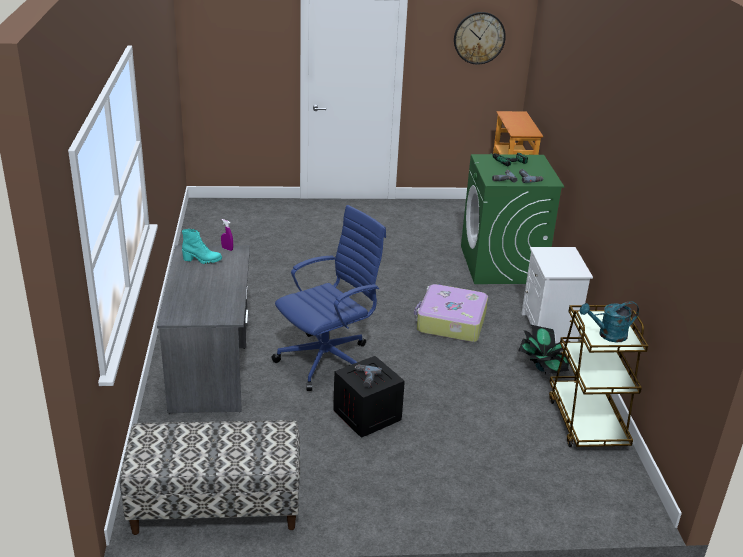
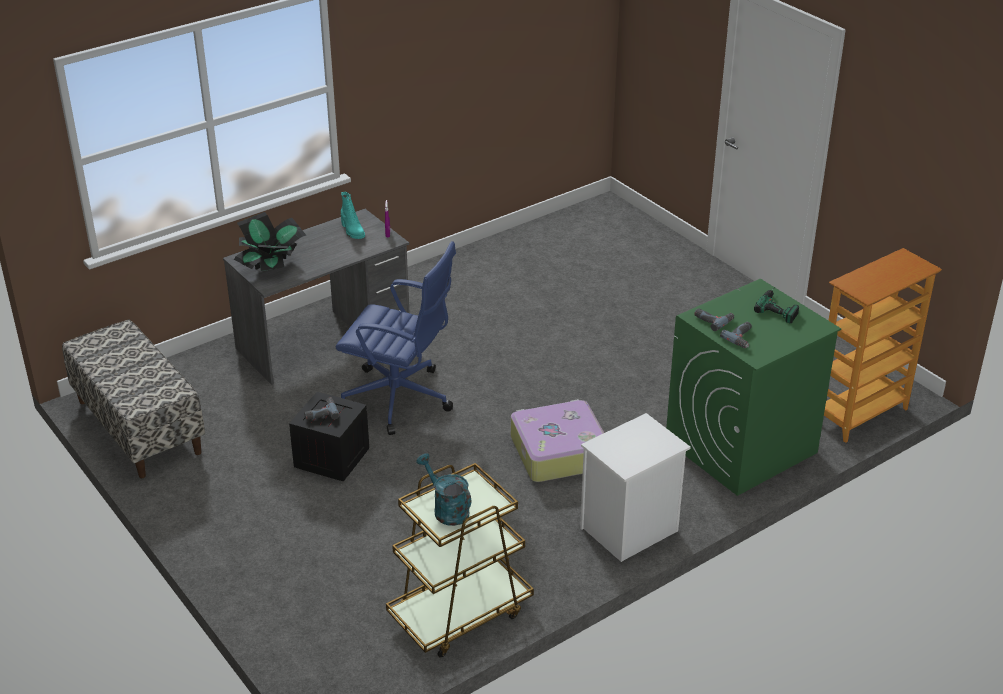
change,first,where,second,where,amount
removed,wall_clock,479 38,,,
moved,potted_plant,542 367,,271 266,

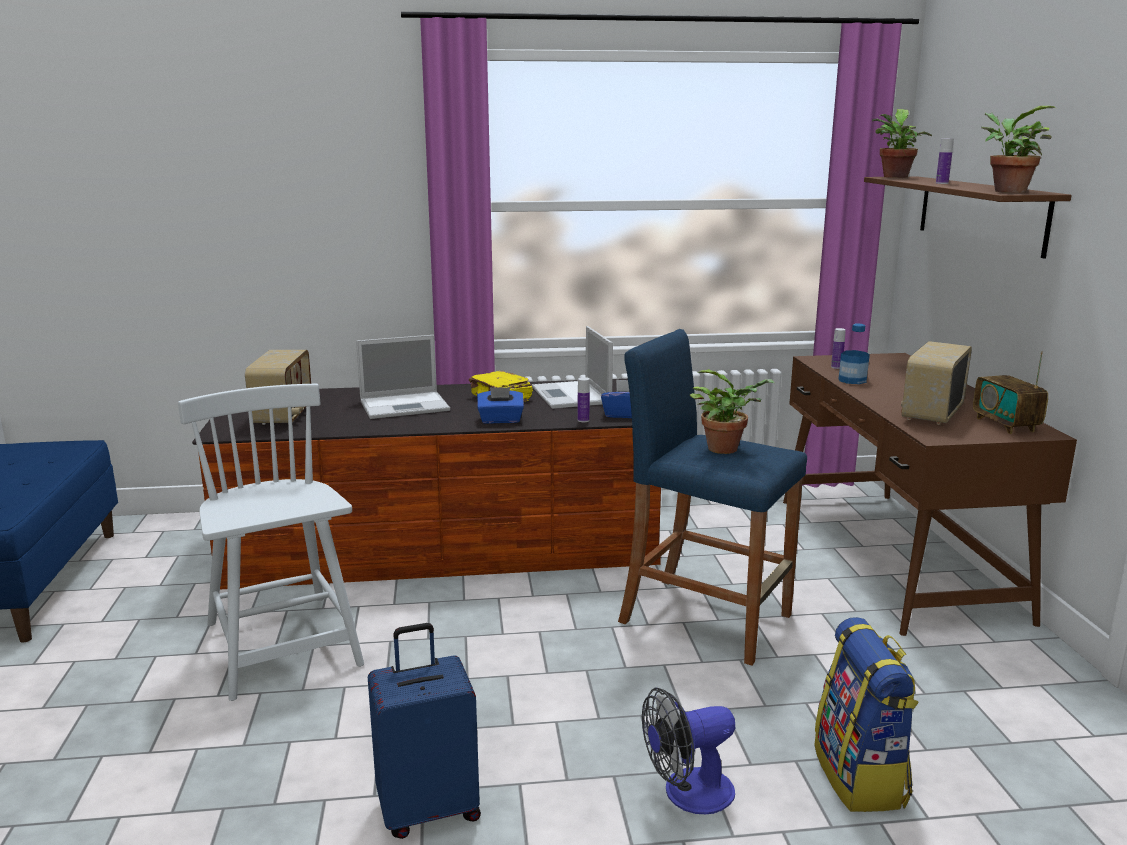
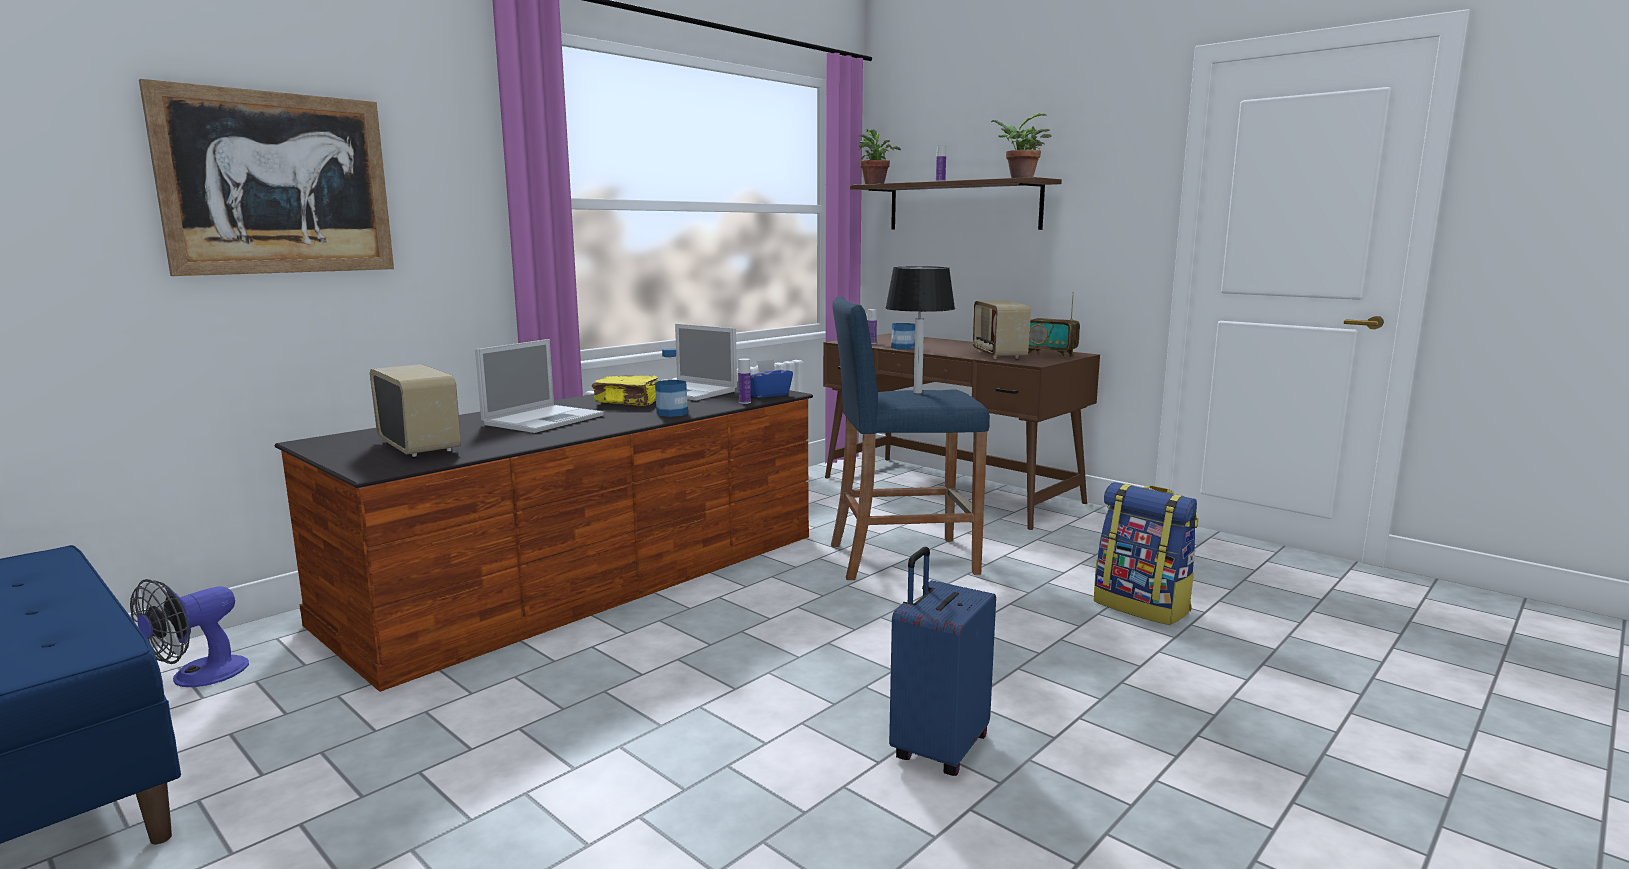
change,first,where,second,where,amount
removed,white_chair,283 646,,,
replaced,blue_tissue_box,500 420,bottle,672 413,
moved,fan,687 794,,198 677,
replaced,potted_plant,727 449,black_table_lamp,918 392,
added,,,picture,278 184,

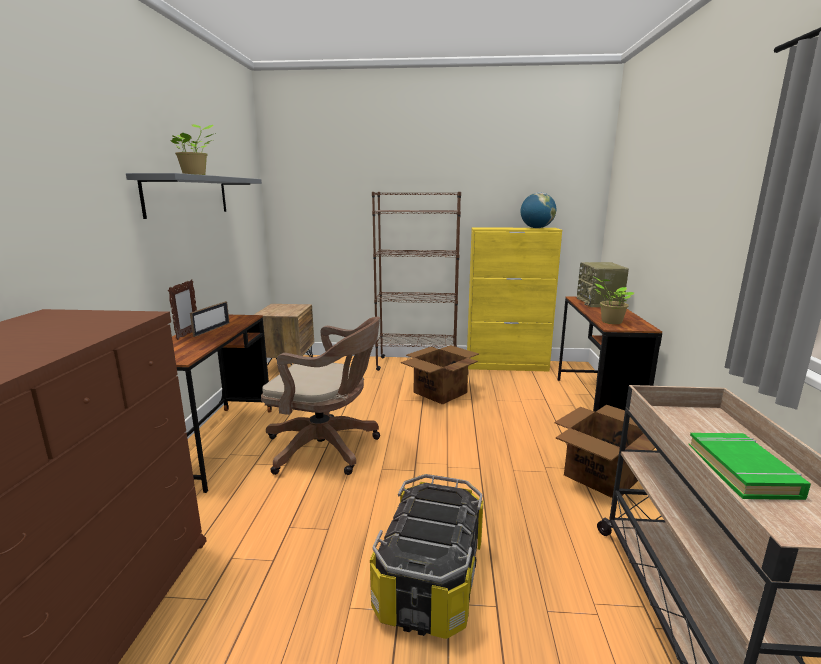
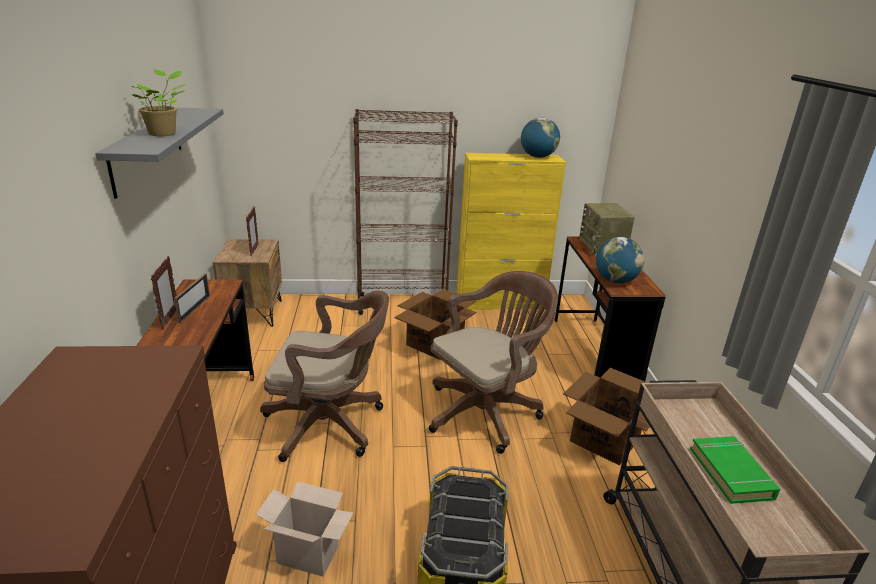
change,first,where,second,where,amount
replaced,potted_plant,609 321,globe,615 281,
added,,,picture_frame,254 250,
added,,,cardboard_box,310 554,
added,,,brown_office_chair,486 411,

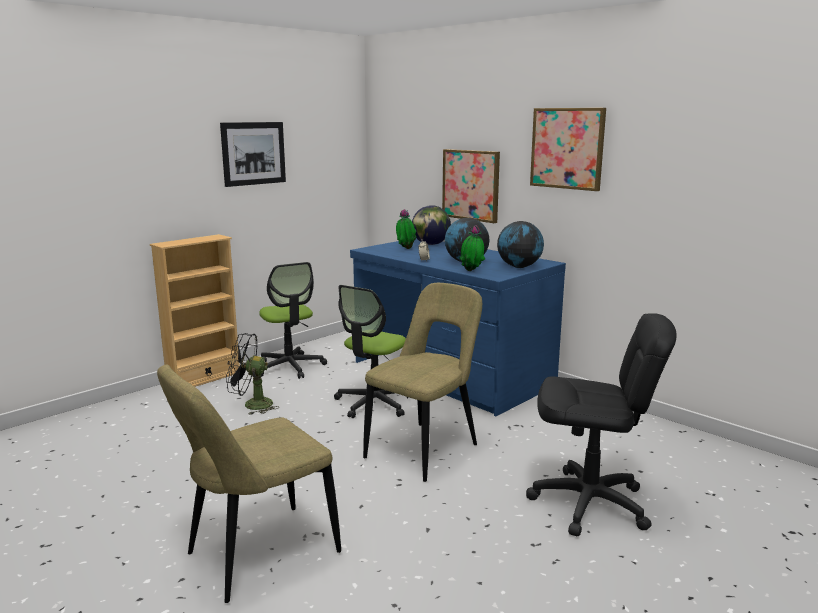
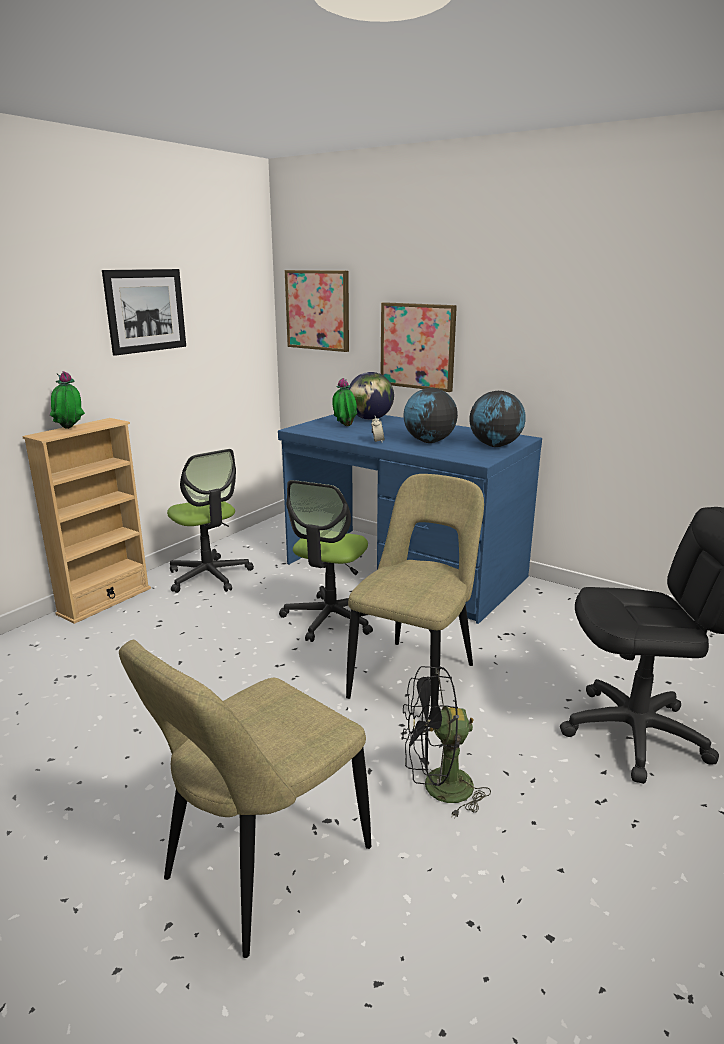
change,first,where,second,where,amount
moved,black_fan,251 405,,437 789,
moved,potted_plant,471 271,,69 429,
moved,picture,567 148,,318 310,

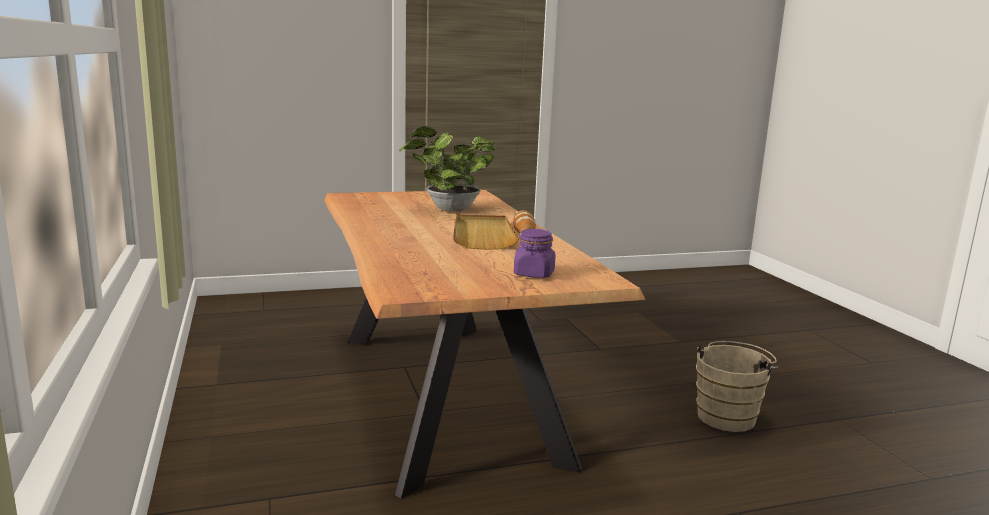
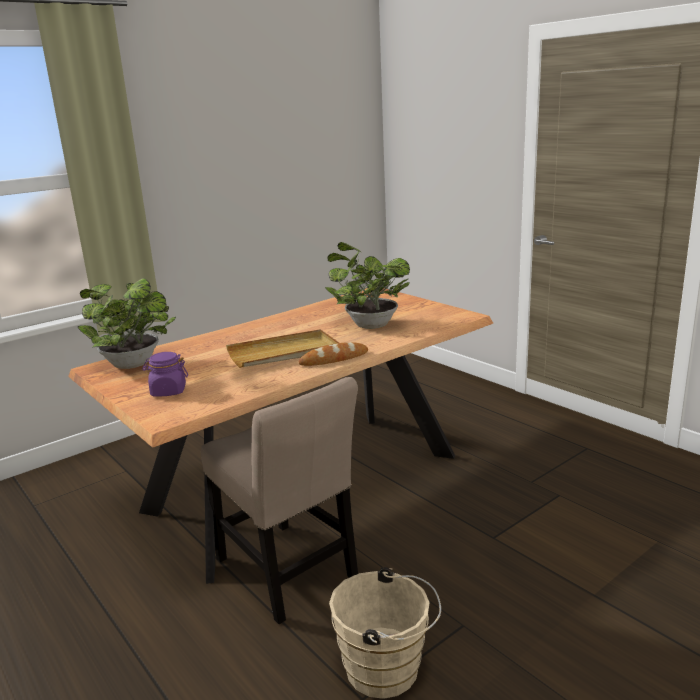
change,first,where,second,where,amount
added,,,potted_plant,135 365,
added,,,beige_chair,288 573,

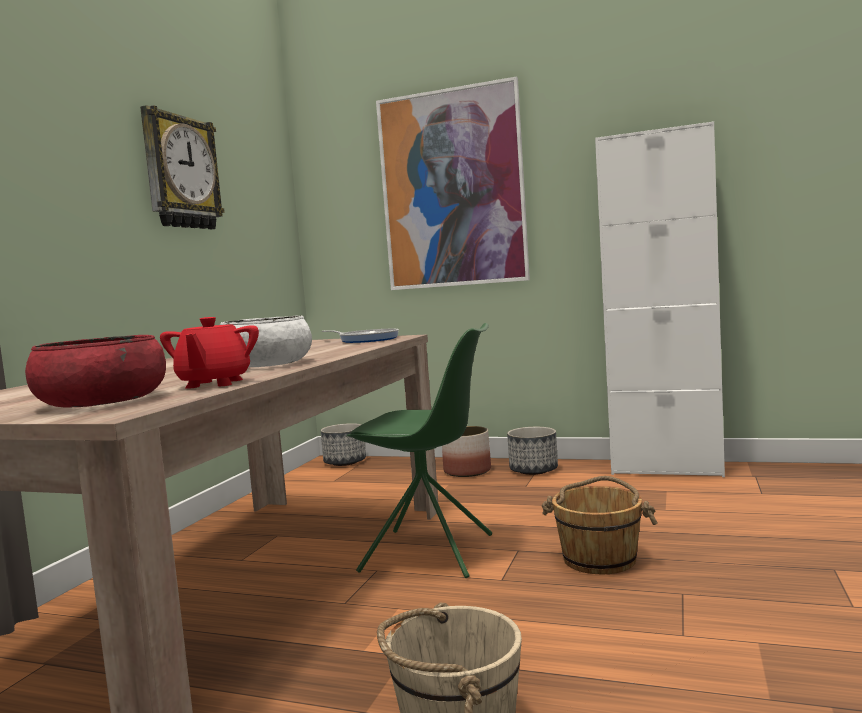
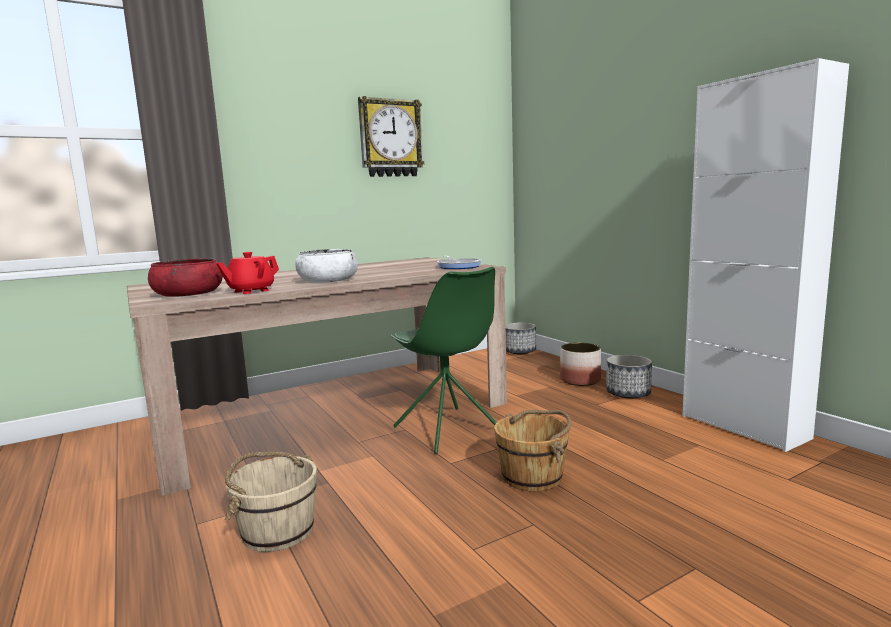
change,first,where,second,where,amount
removed,picture,452 189,,,

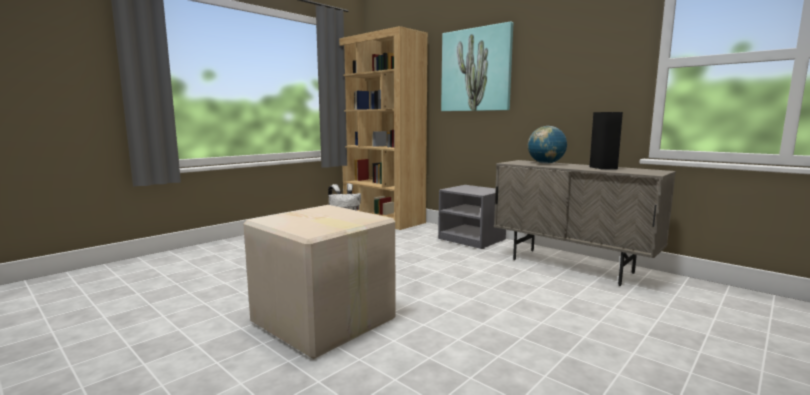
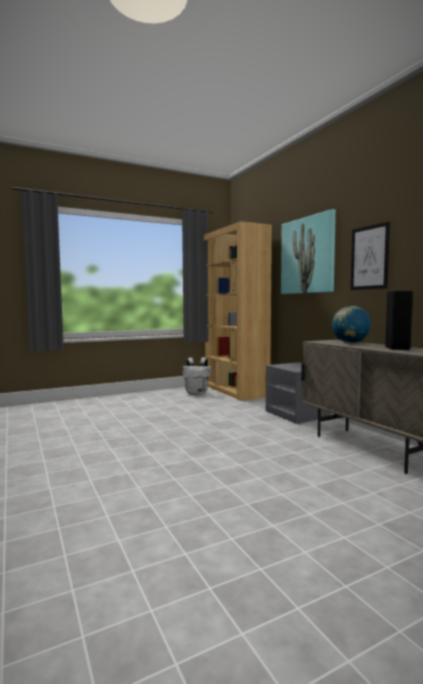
change,first,where,second,where,amount
removed,cardboard_box,323 321,,,
added,,,picture,369 257,

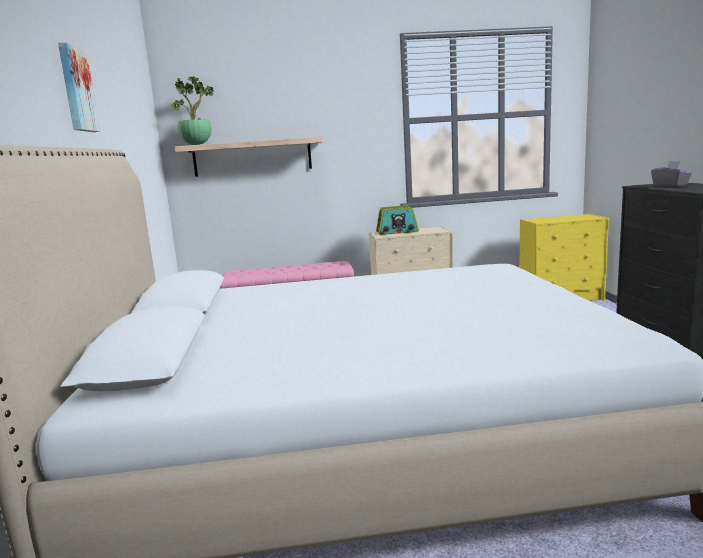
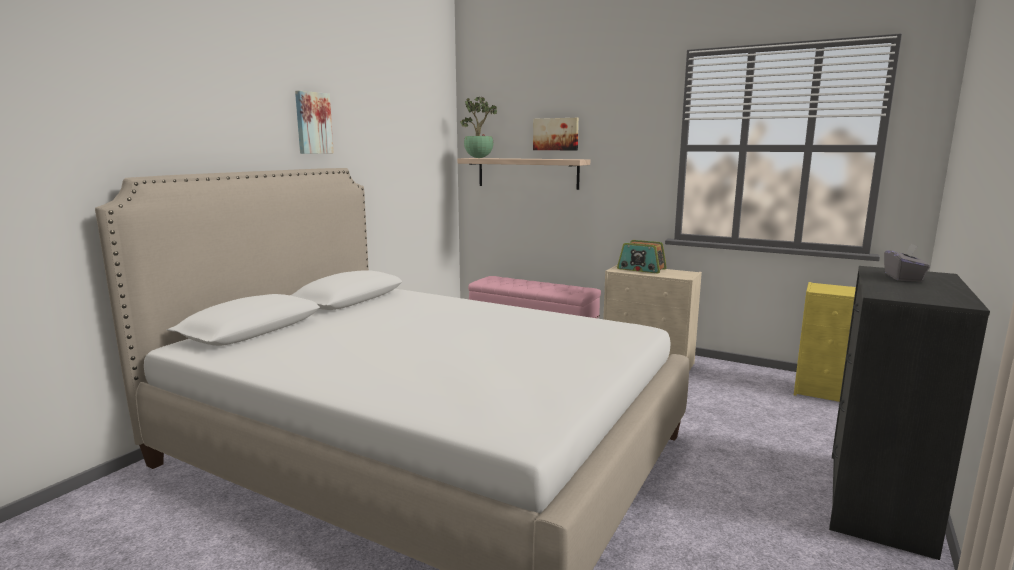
change,first,where,second,where,amount
added,,,picture,556 134,

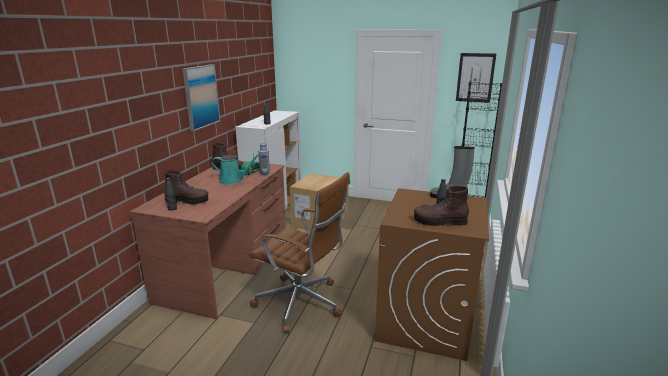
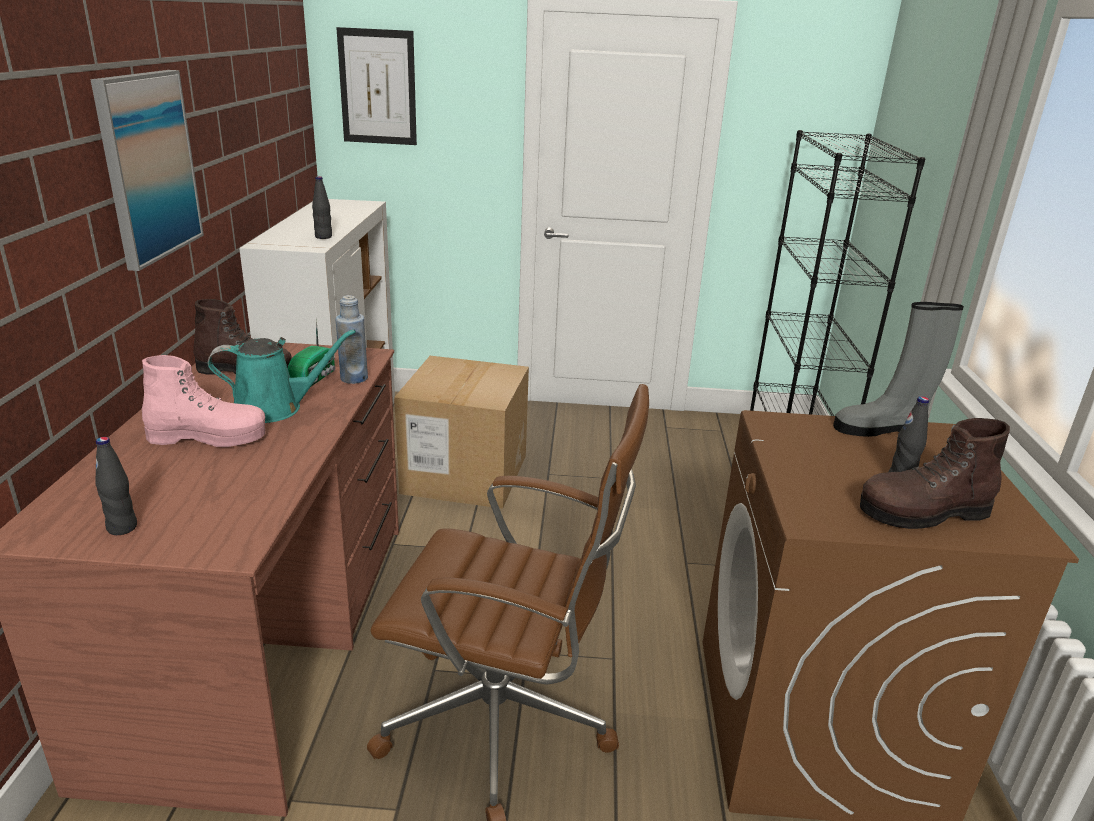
change,first,where,second,where,amount
removed,brown_boot,187 201,,,
moved,picture,475 77,,378 87,
added,,,pink_boot,208 437,

